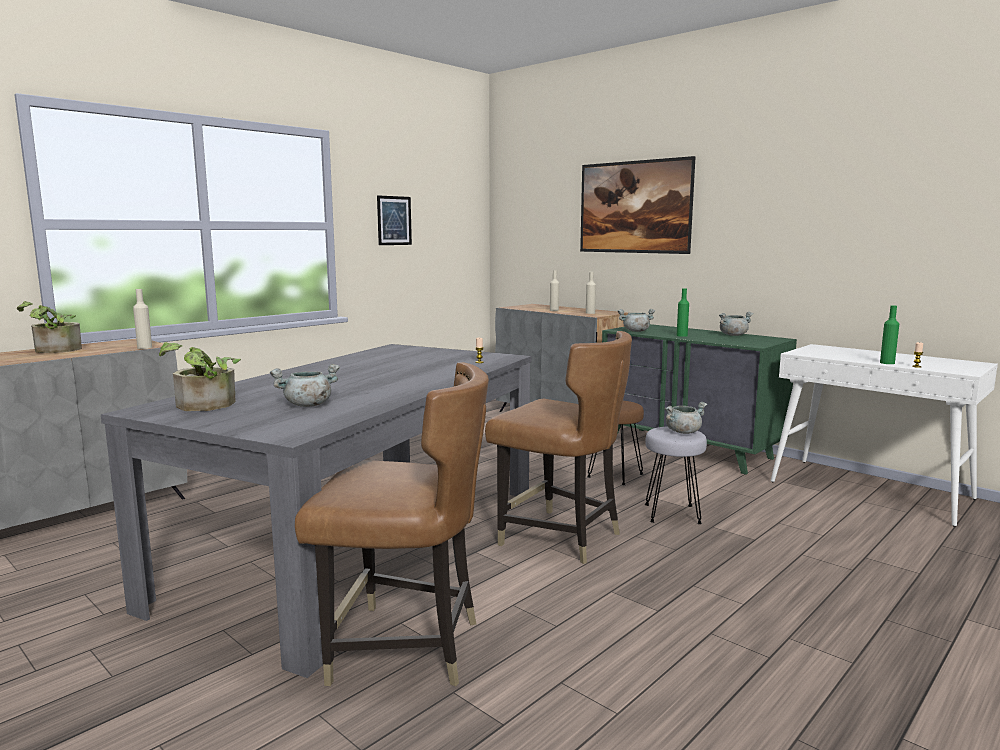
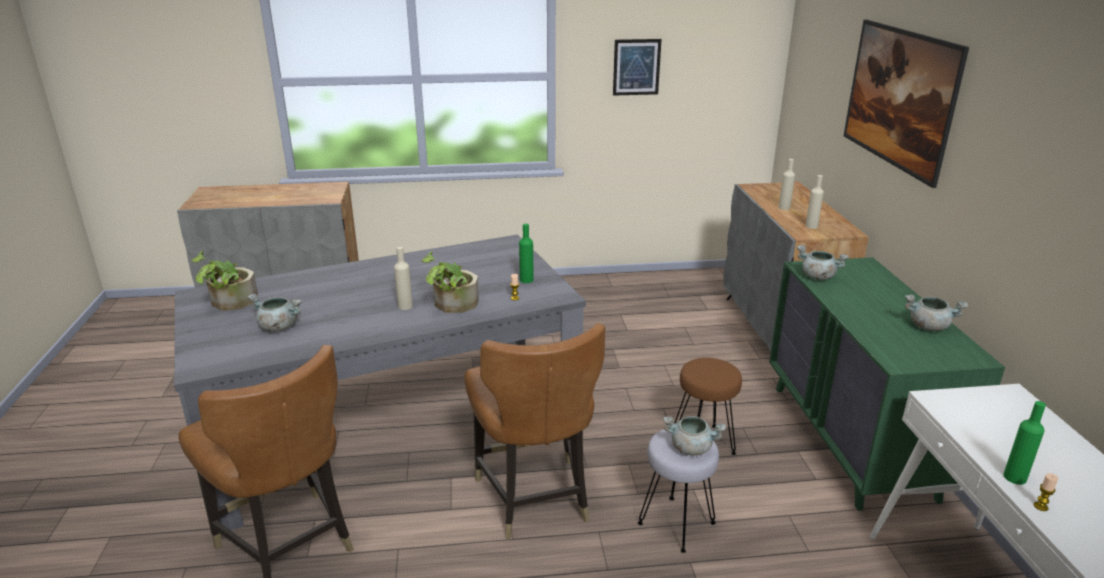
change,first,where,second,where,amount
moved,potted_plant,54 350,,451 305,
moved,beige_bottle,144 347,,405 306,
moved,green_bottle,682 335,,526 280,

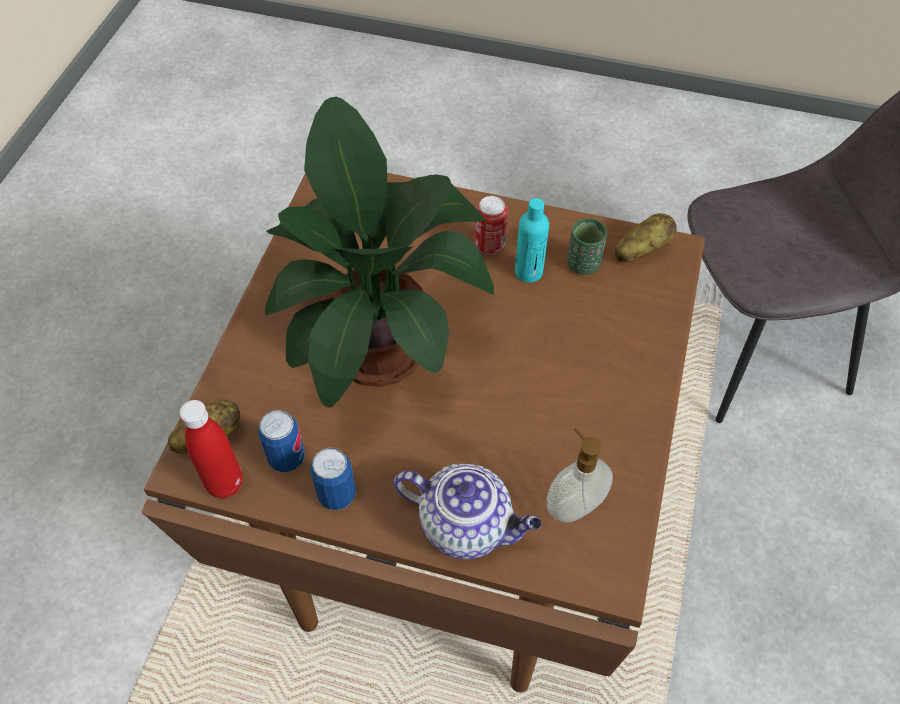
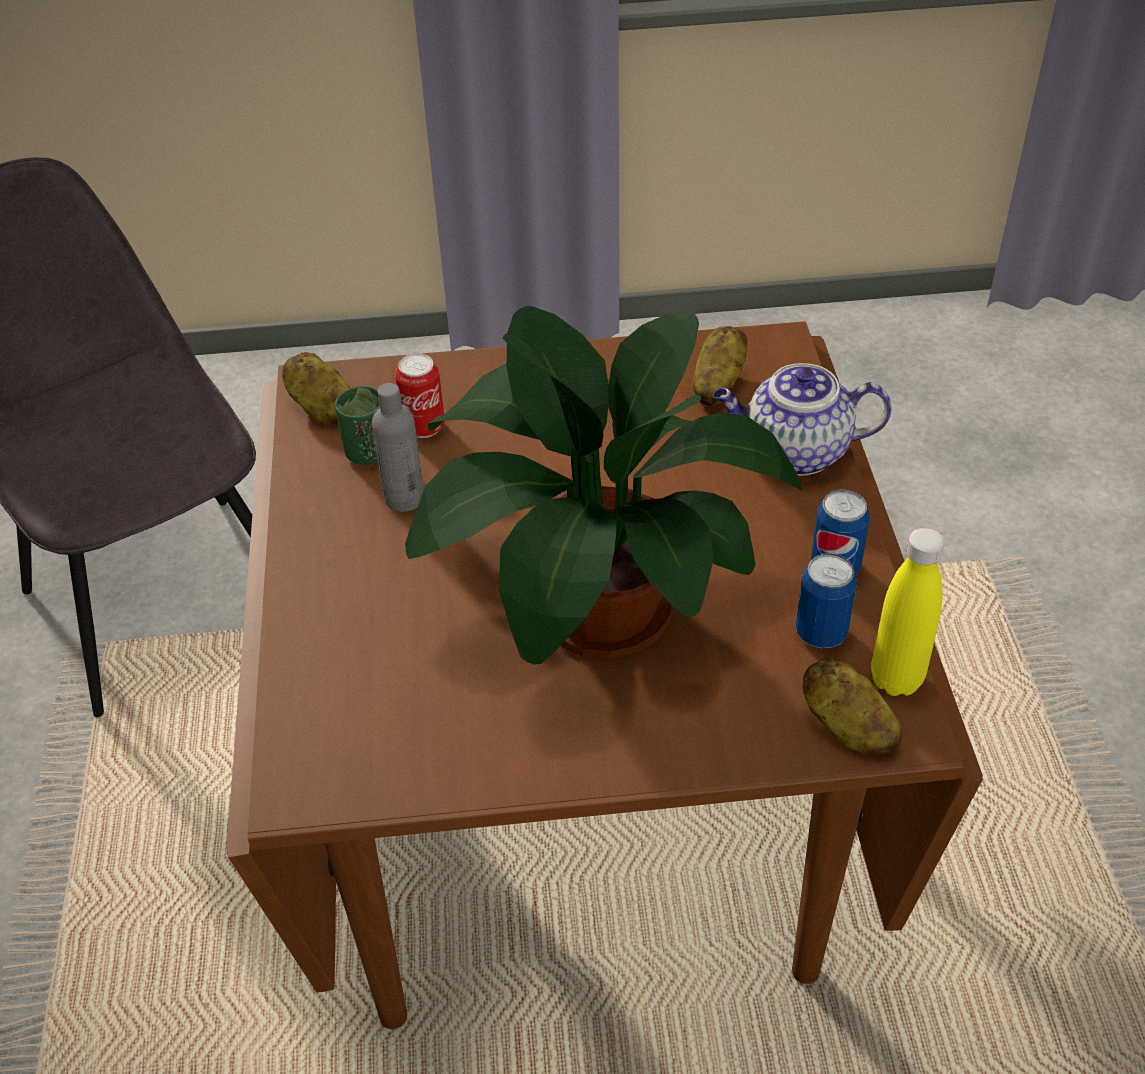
change,first,where,second,where,amount
recoloured,red_bottle,225 483,yellow_bottle,896 679,
turned,teapot,467 525,,794 452,90 degrees counterclockwise
moved,can,489 245,,424 427,
recoloured,turquoise_bottle,528 272,grey_bottle,404 498,
replaced,soap_dispenser,573 505,potato,717 385,

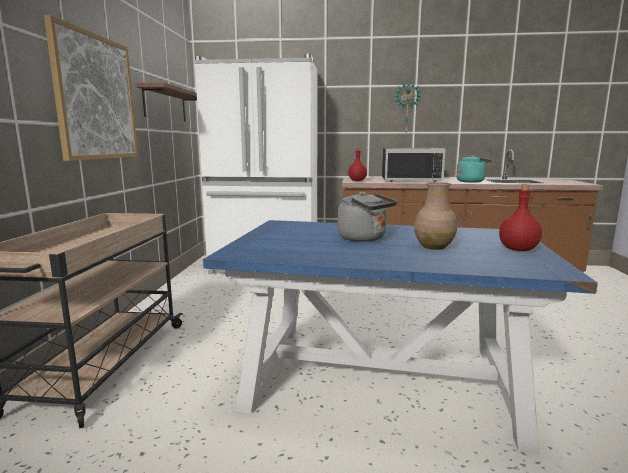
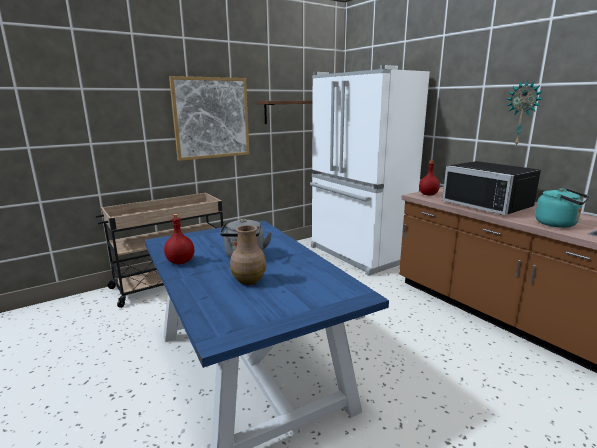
change,first,where,second,where,amount
moved,red_bottle,517 249,,180 262,

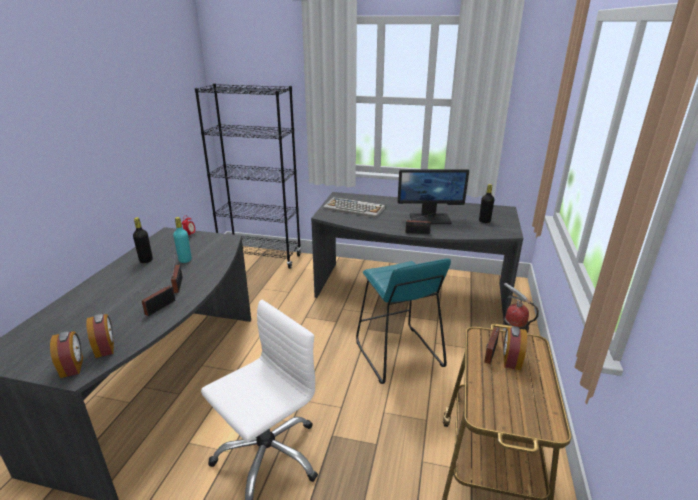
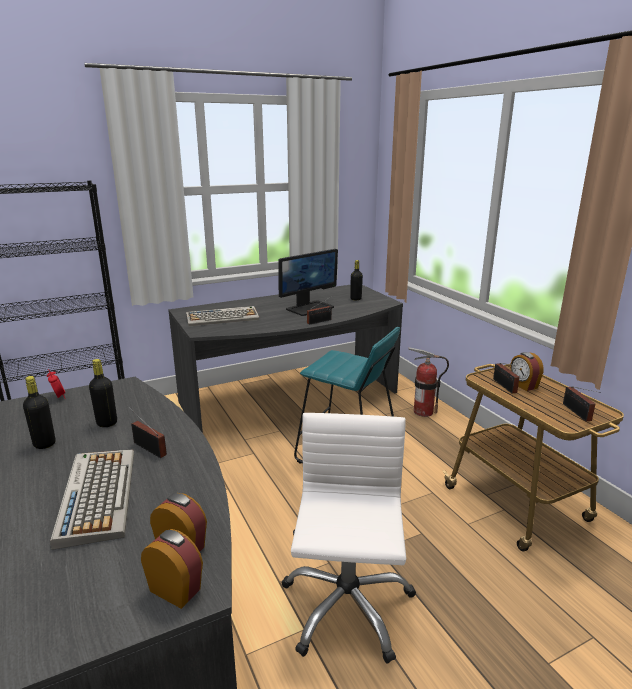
change,first,where,second,where,amount
moved,radio,158 308,,577 413,
recoloured,turquoise_bottle,185 260,black_bottle,107 423,
added,,,keyboard,97 495,

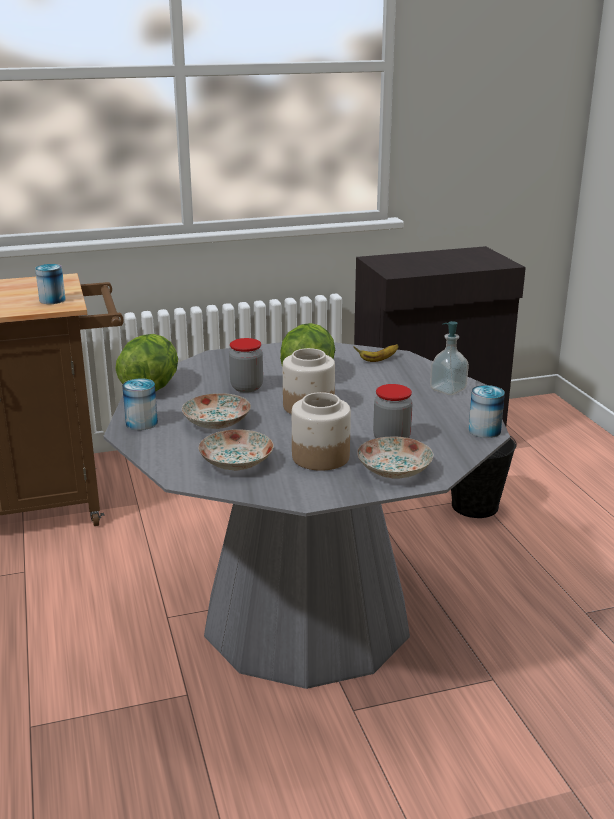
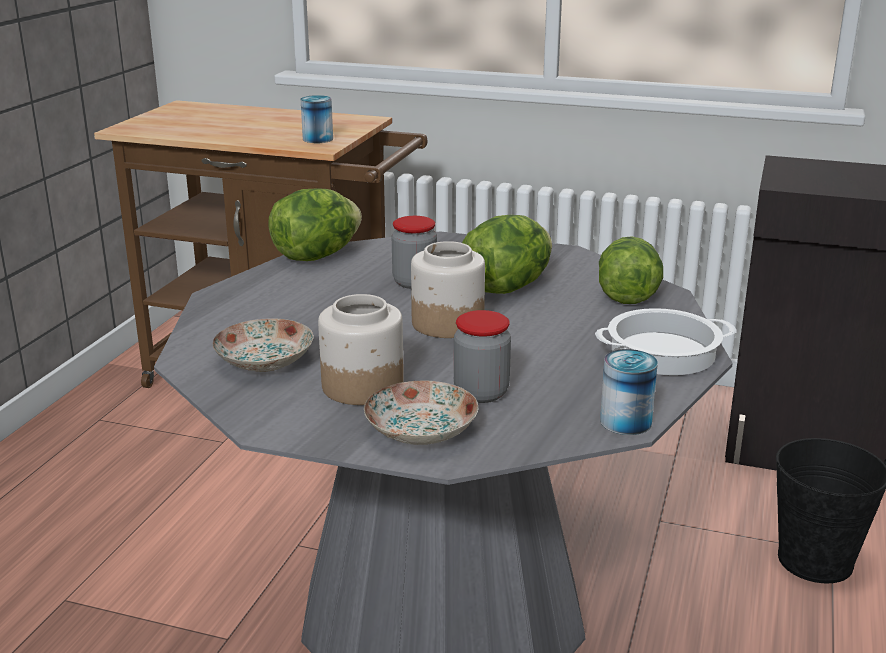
change,first,where,second,where,amount
removed,can,141 423,,,
removed,plate,217 423,,,
replaced,banana,378 360,lettuce,626 291,
replaced,soap_dispenser,448 389,cooking_pot,662 353,

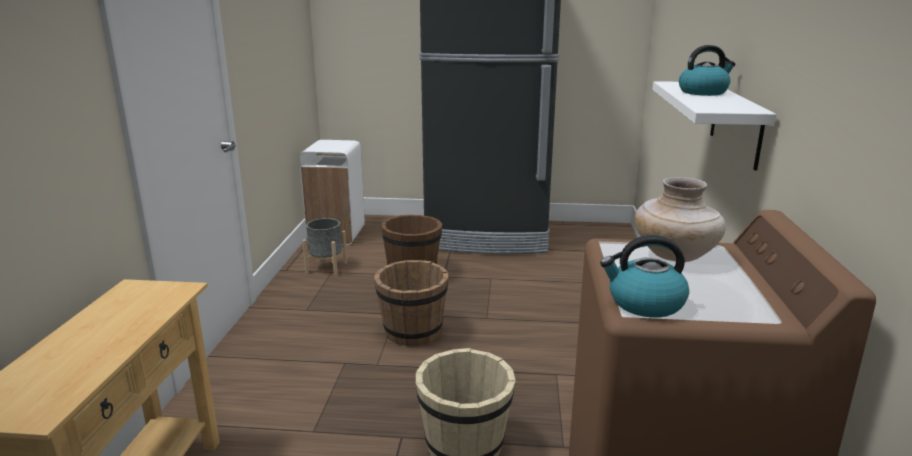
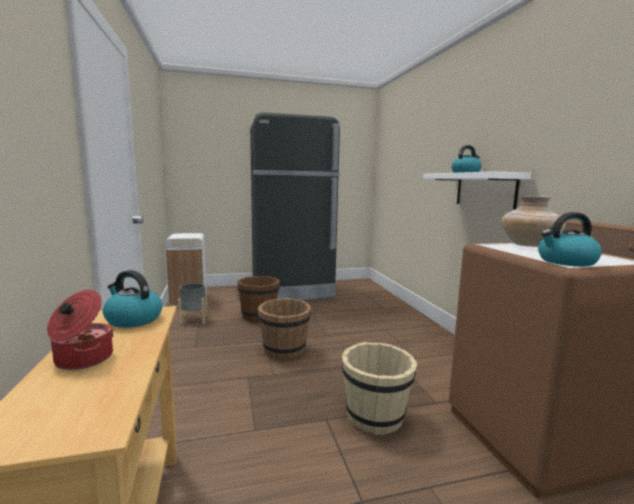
change,first,where,second,where,amount
added,,,cooking_pot,82 359,
added,,,kettle,133 319,

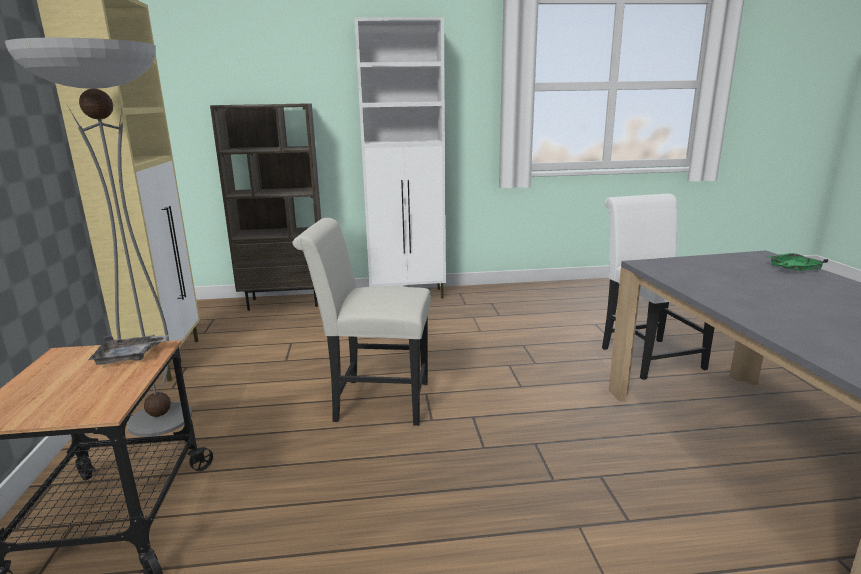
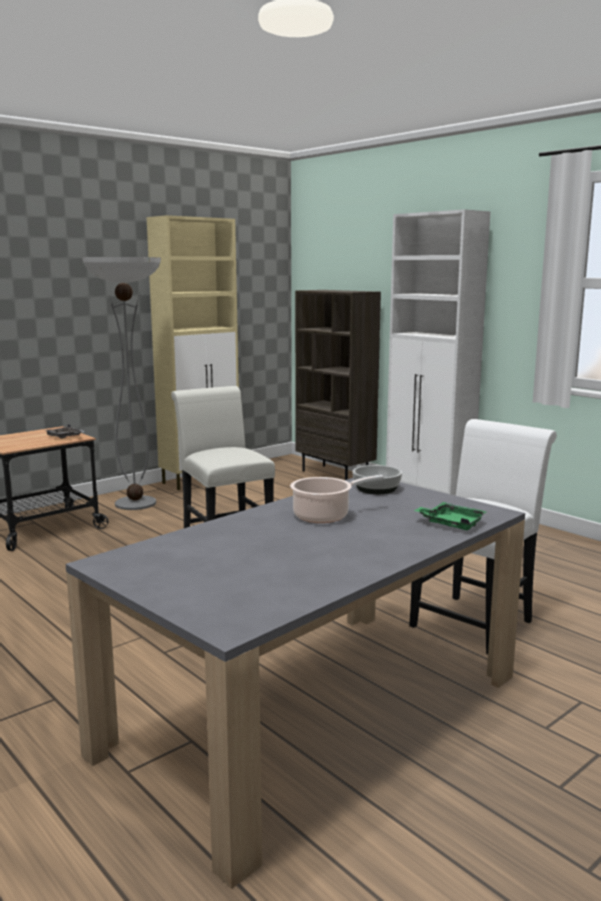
change,first,where,second,where,amount
added,,,cooking_pot,325 516,
added,,,bowl,377 488,

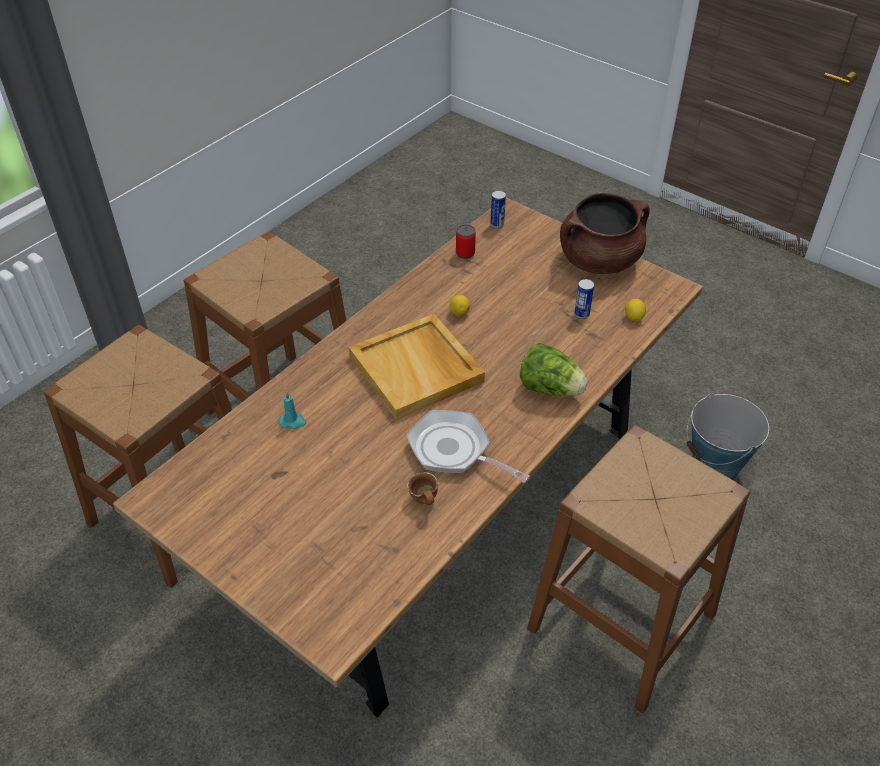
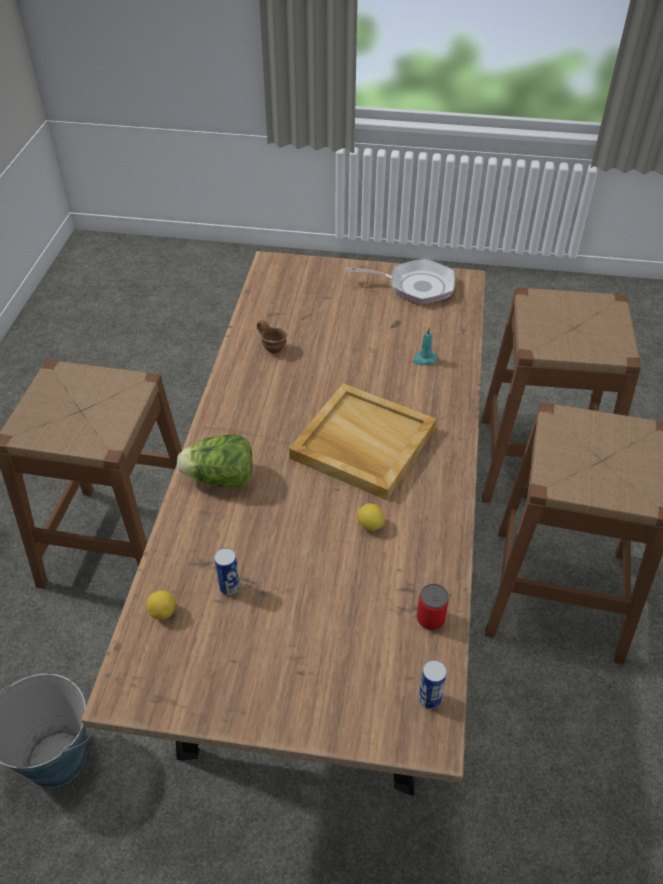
change,first,where,second,where,amount
moved,frying_pan,454 451,,415 286,
removed,brown_cooking_pot,599 260,,,

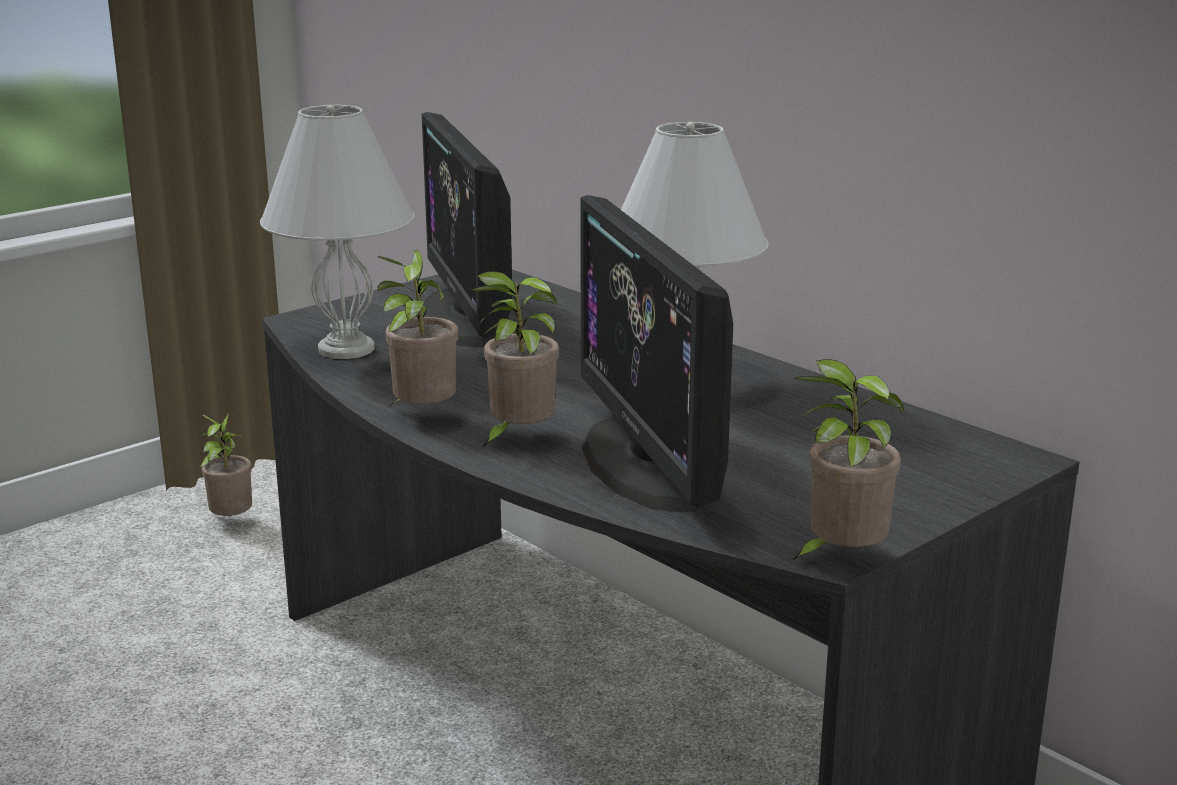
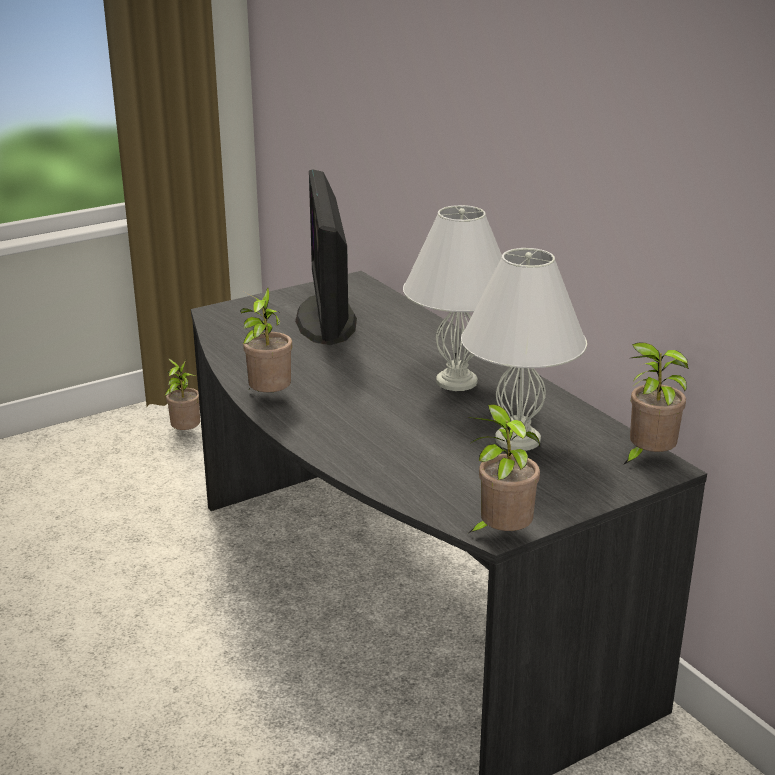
change,first,where,second,where,amount
moved,white_table_lamp,344 349,,516 439,
moved,potted_plant,518 438,,647 458,
removed,monitor,647 464,,,

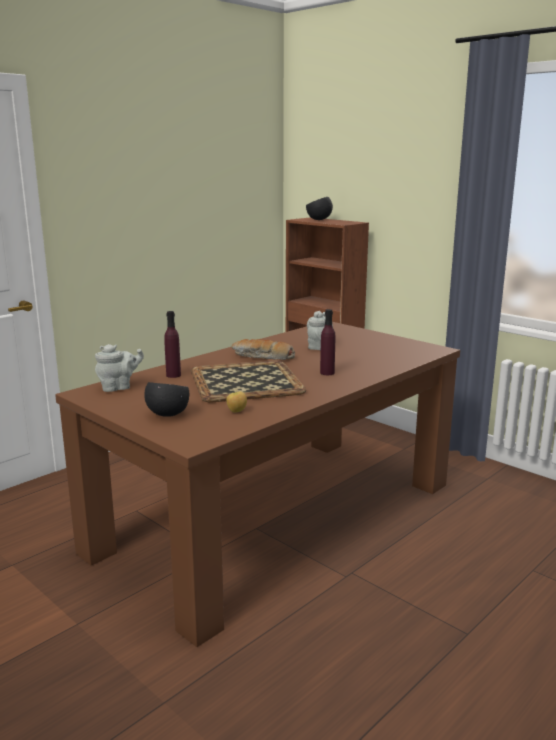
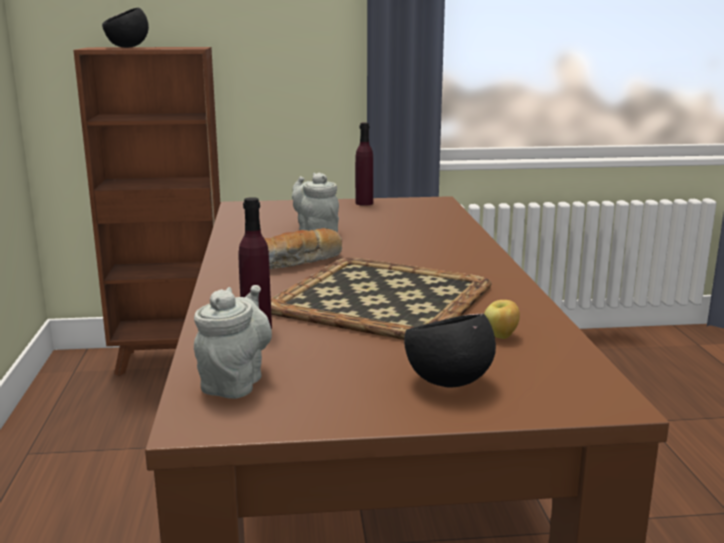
change,first,where,second,where,amount
moved,purple_bottle,327 373,,364 203,

